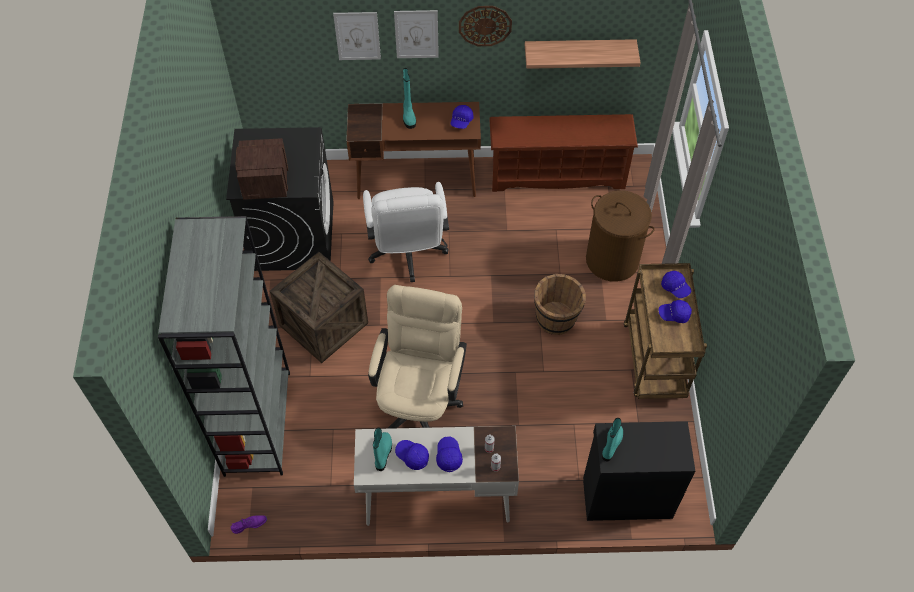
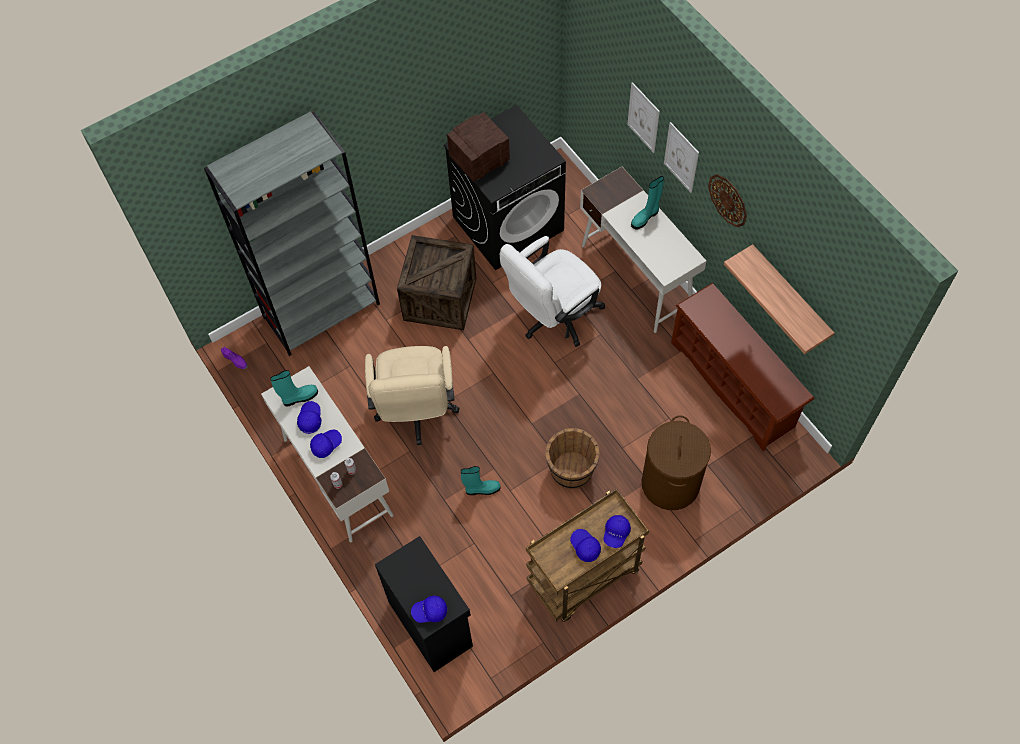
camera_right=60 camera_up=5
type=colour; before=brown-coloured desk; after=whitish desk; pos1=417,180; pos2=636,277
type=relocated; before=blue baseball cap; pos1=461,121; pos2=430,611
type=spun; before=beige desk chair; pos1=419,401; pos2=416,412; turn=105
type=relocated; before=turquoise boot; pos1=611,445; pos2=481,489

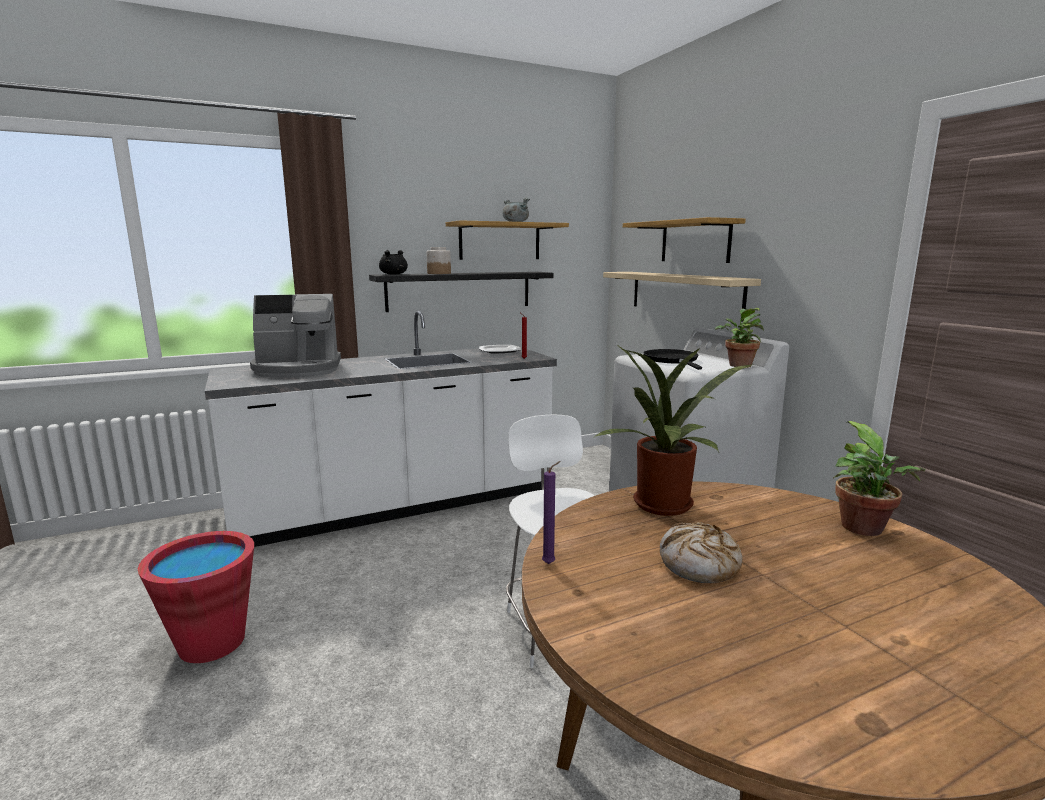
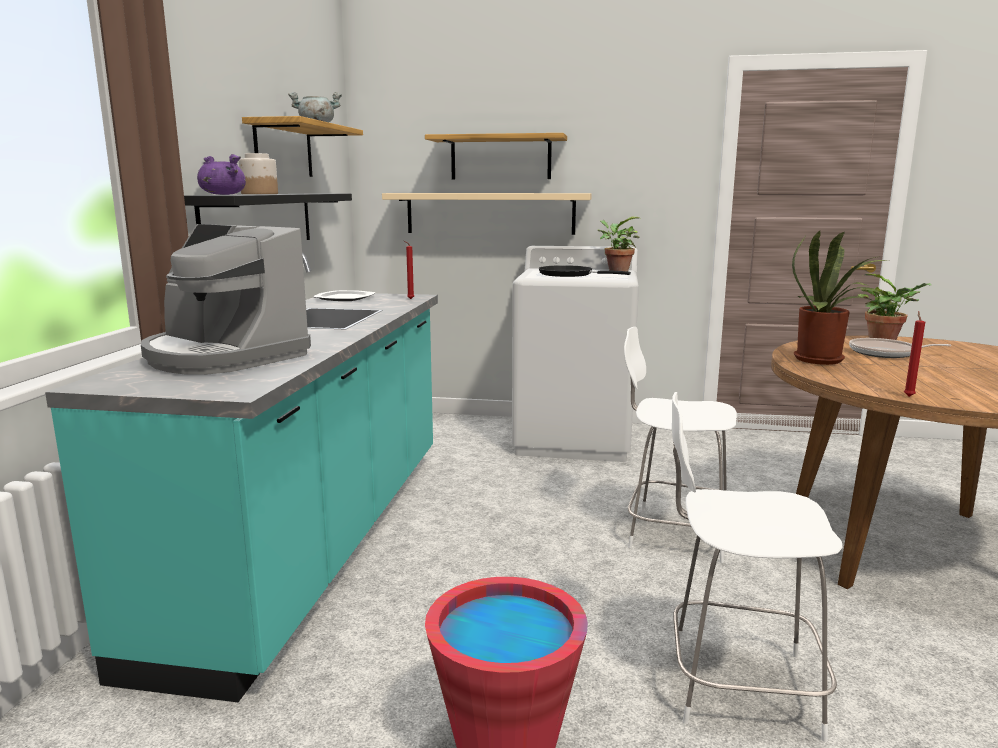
camera_right=-55 camera_up=0
type=colour; before=black stockpot; after=purplish stockpot; pos1=393,274; pos2=222,194
type=spun; before=coffee brewer; pos1=298,369; pos2=223,356; turn=105
type=colour; before=whitish counter; after=turquoise counter; pos1=399,506; pos2=318,542
type=colour; before=purplish wax light; after=red-coloured wax light; pos1=550,563; pos2=908,396
type=missing; before=baked bread; pos1=699,564
type=appeared; after=skillet; pos2=886,353
type=appeared; after=whitish plain chair; pos2=736,685

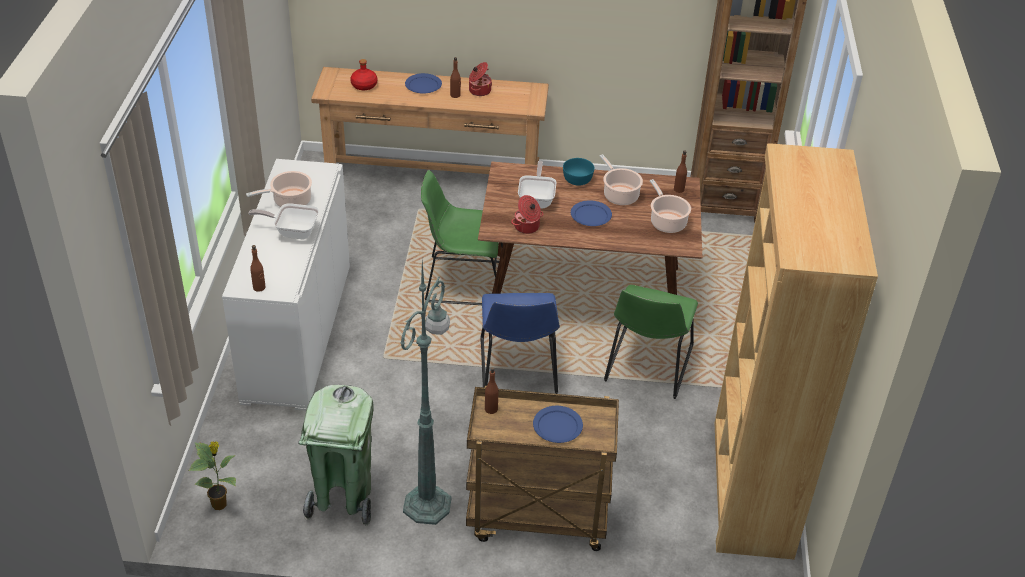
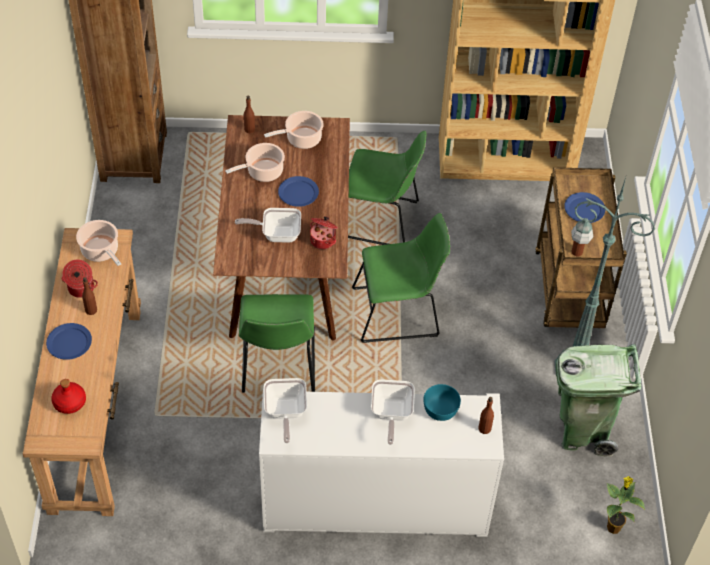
camera_right=-95 camera_up=10
type=relocated; before=turquoise serving bowl; pos1=577,180; pos2=441,409
type=relocated; before=stockpot; pos1=289,201; pos2=101,251
type=colour; before=blue plain chair; after=greenish plain chair; pos1=518,370; pos2=399,312
type=appeared; after=skillet; pos2=285,413

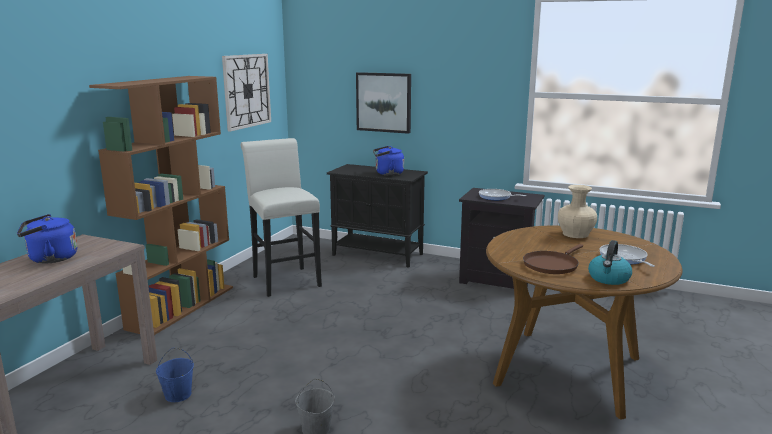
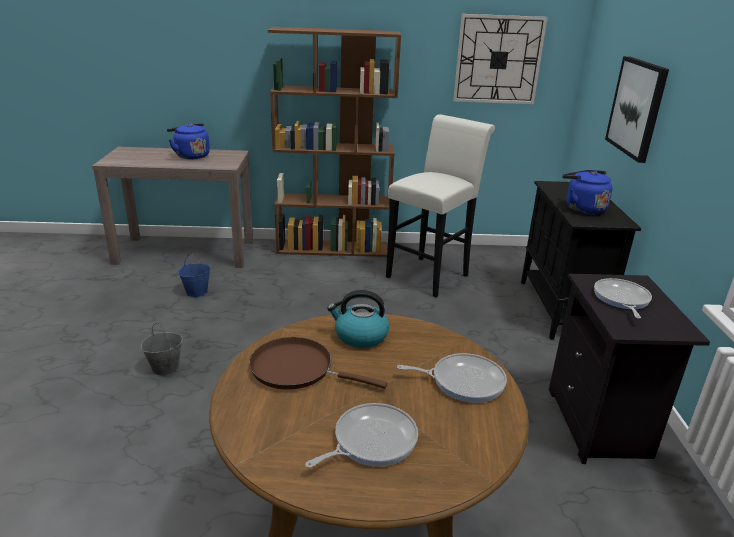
camera_right=65 camera_up=10
type=exchanged; before=beige vase; after=skillet; pos1=575,234; pos2=463,381
type=relocated; before=tea kettle; pos1=609,279; pos2=360,336

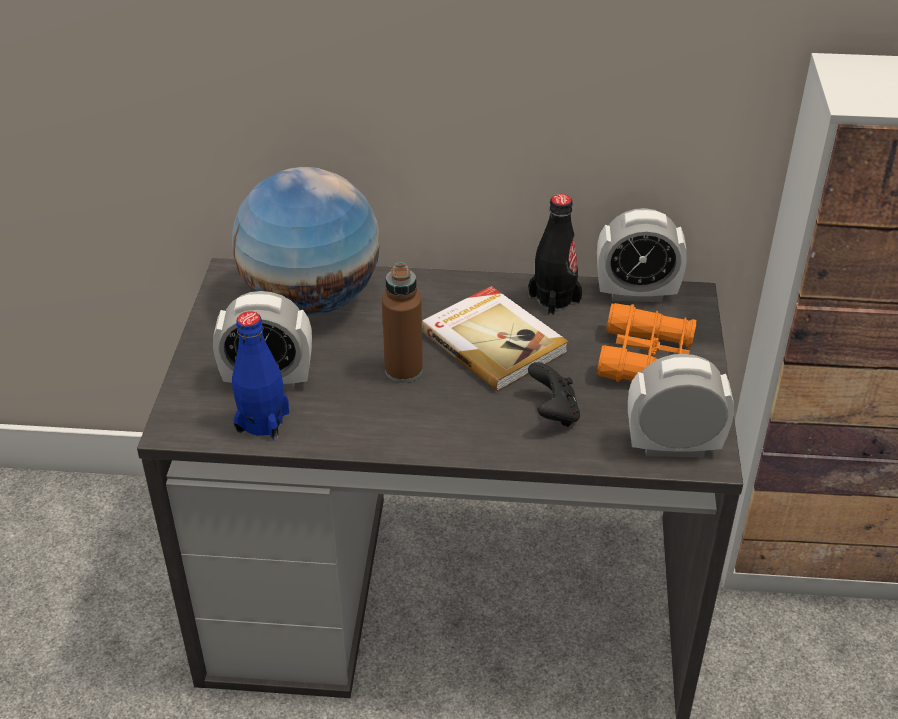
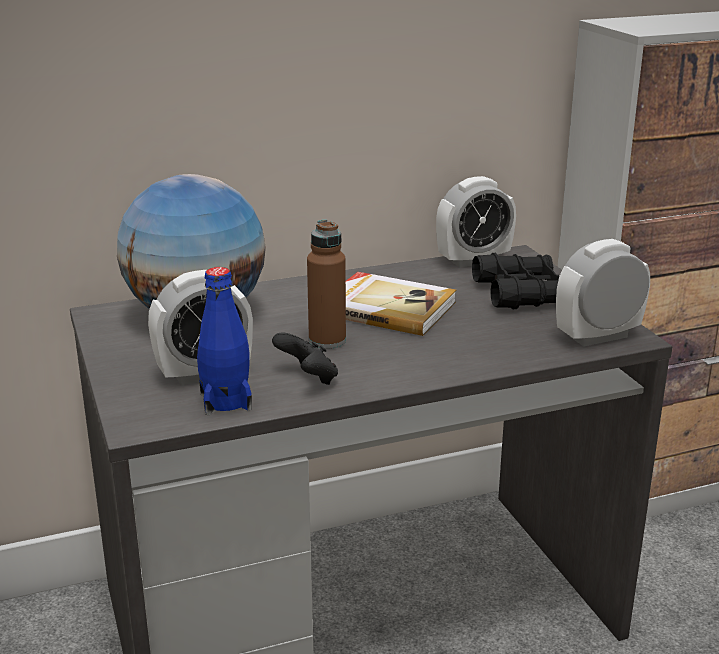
camera_right=-25 camera_up=-15
type=missing; before=black drink bottle; pos1=554,299
type=colour; before=orangey pair of binoculars; after=black pair of binoculars; pos1=646,359; pos2=522,294
type=relocated; before=black game controller; pos1=553,413; pos2=308,379

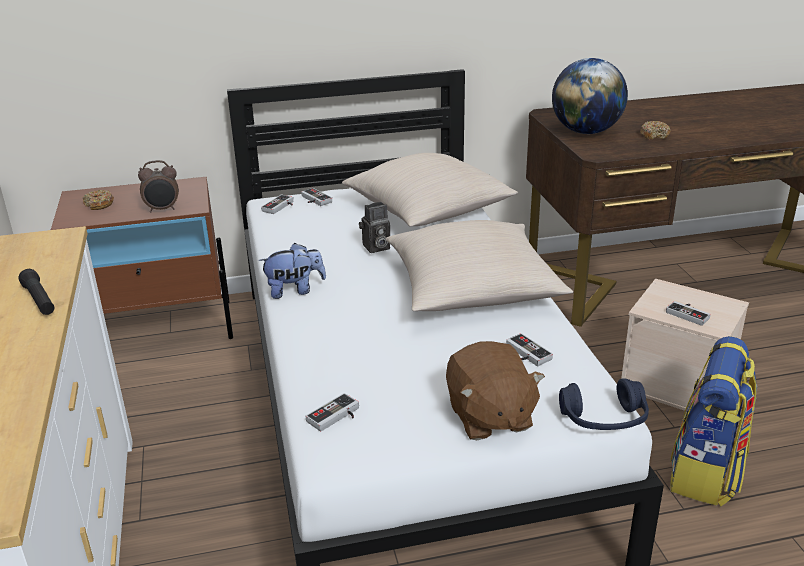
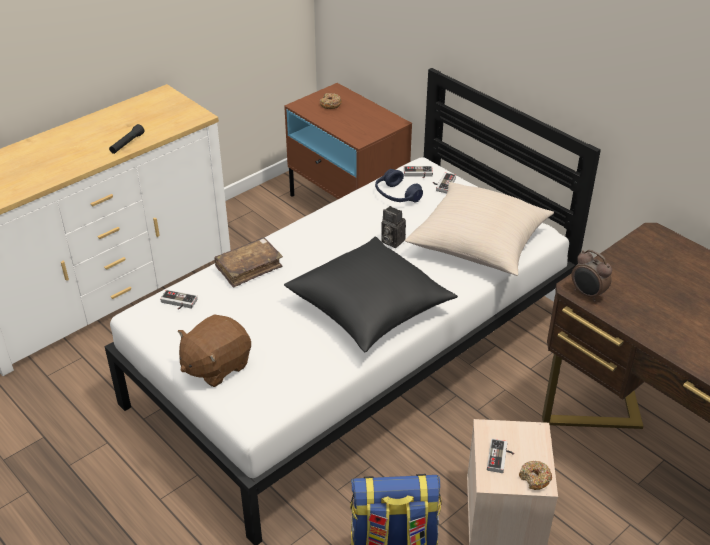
camera_right=60 camera_up=10
type=missing; before=desk globe; pos1=586,132
type=relocated; before=ring doughnut; pos1=654,135; pos2=535,478
type=relocated; before=bedside clock; pos1=163,209; pos2=587,294
type=colour; before=beige cushion; after=black cushion; pos1=472,289; pos2=369,308
type=missing; before=soft toy; pos1=295,290
type=missing; before=game controller; pos1=525,354
type=relocated; before=blue pair of headphones; pos1=604,419; pos2=396,195
type=appeared; after=brown-coloured bound book; pos2=249,267

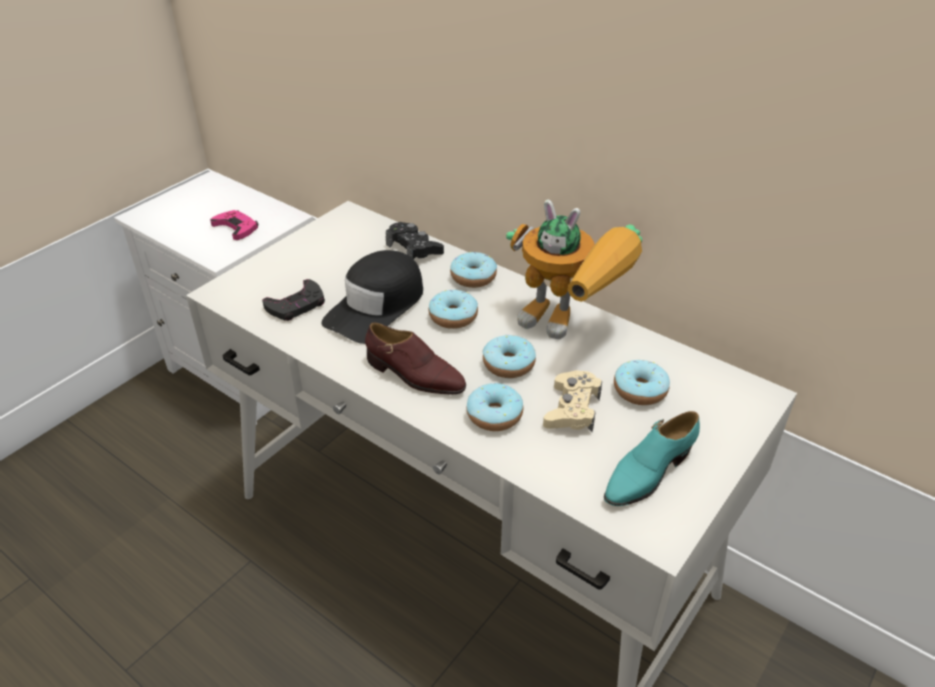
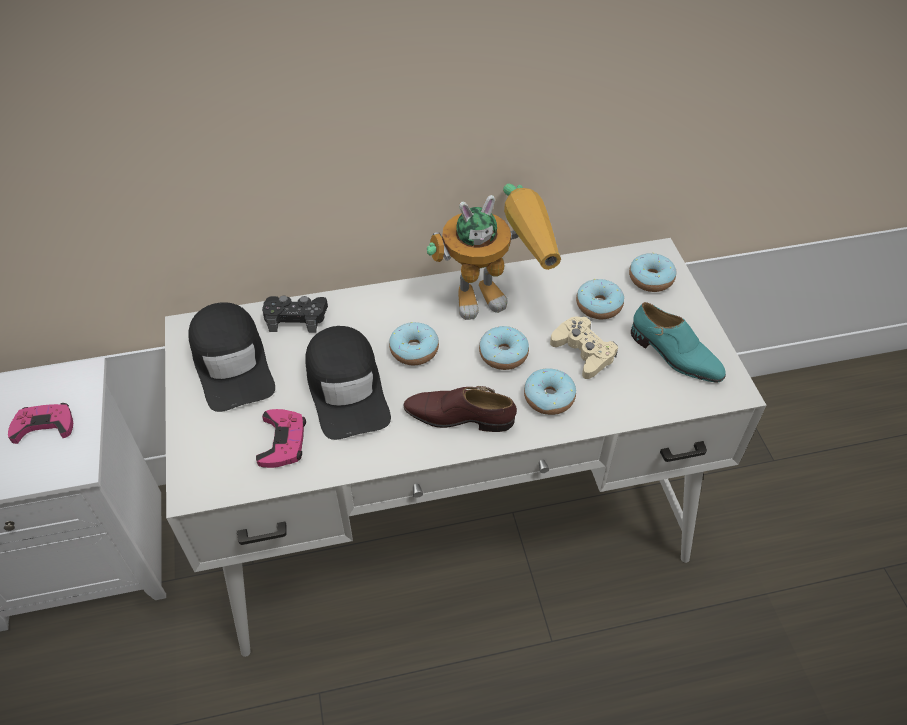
camera_right=-50 camera_up=10
type=relocated; before=ring doughnut; pos1=473,277; pos2=650,279
type=colour; before=black game controller; after=pinkish game controller; pos1=296,305; pos2=283,441
type=spun; before=brown-coloured item of footwear; pos1=414,375; pos2=459,416; turn=-150
type=spun; before=turquoise item of footwear; pos1=648,472; pos2=675,356; turn=-45
type=appeared; after=black baseball cap; pos2=232,363

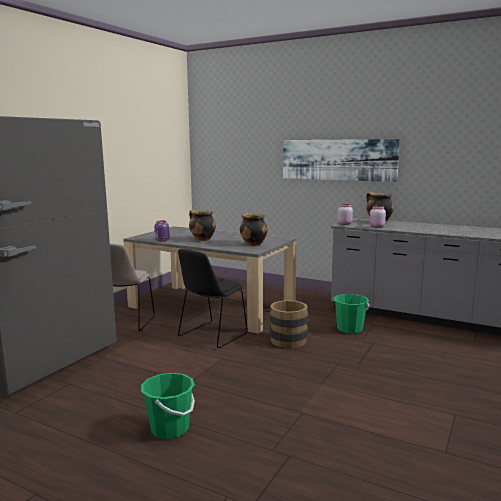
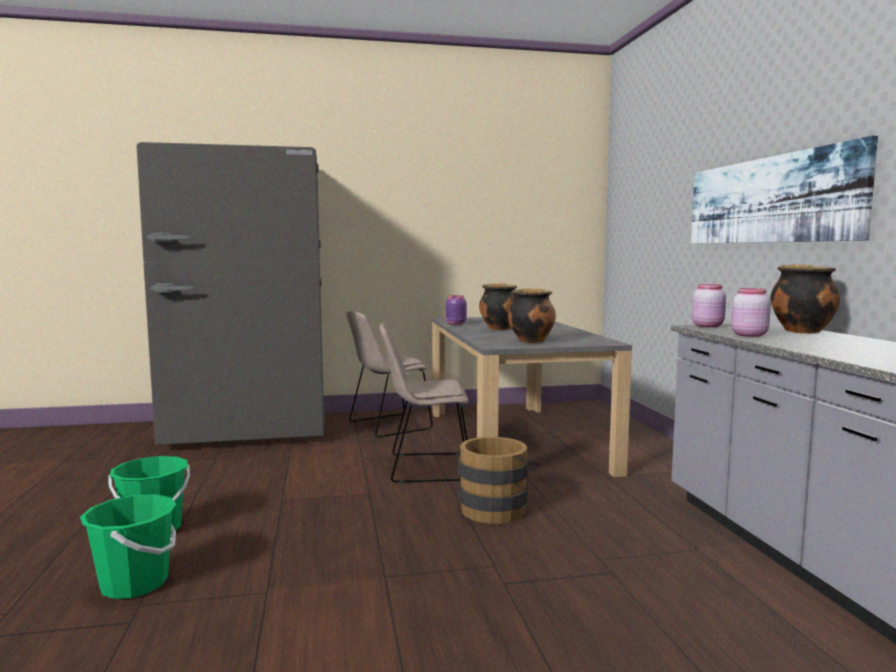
camera_right=50 camera_up=-5
type=colour; before=black plain chair; after=beige plain chair; pos1=211,336; pos2=426,468
type=relocated; before=greenish bucket; pos1=349,329; pos2=134,584

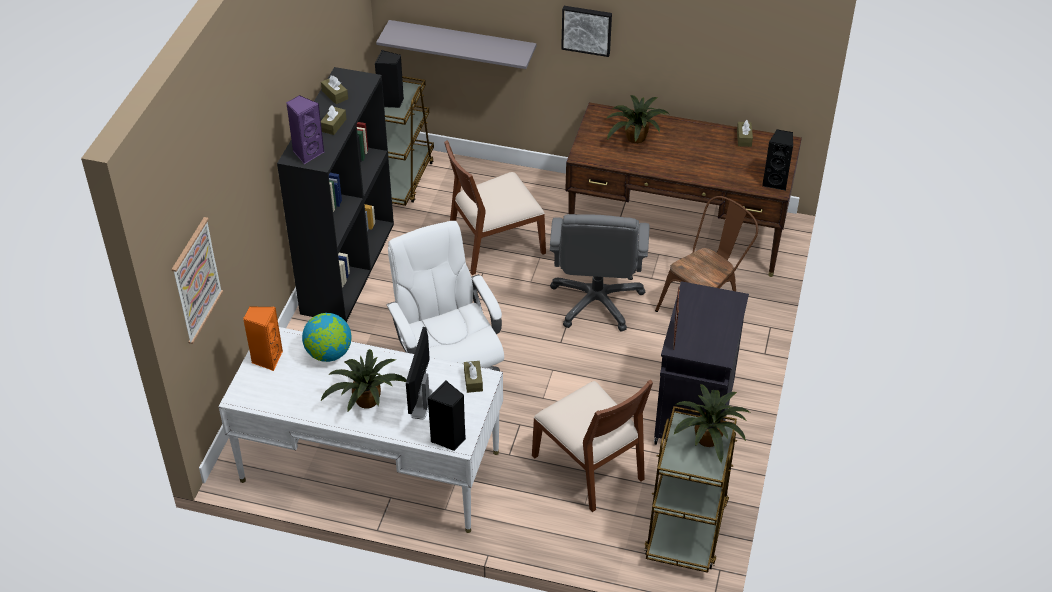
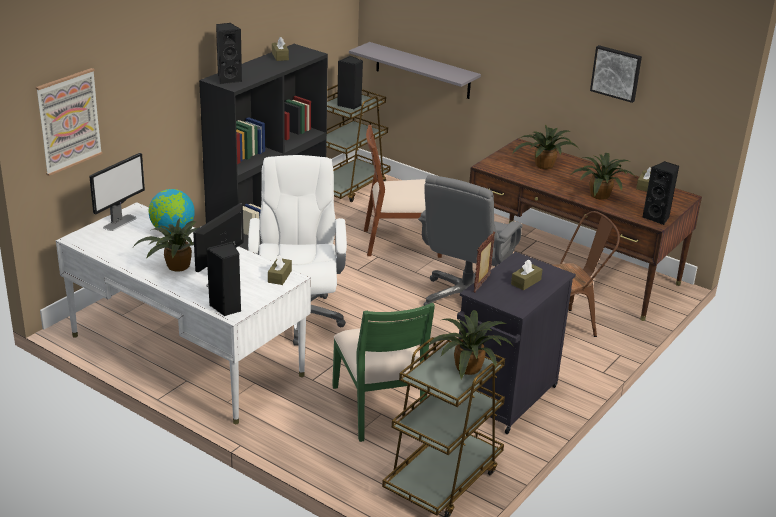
camera_right=20 camera_up=-15
type=relocated; before=wall art; pos1=587,29; pos2=616,73
type=colour; before=purplish speaker; after=black speaker; pos1=307,153; pos2=228,79
type=relocated; before=brown-coloured tissue box; pos1=333,125; pos2=526,282
type=exchanged; before=orangey speaker; after=computer display; pos1=267,359; pos2=120,222
type=colour; before=brown-coloured plain chair; after=greenish plain chair; pos1=590,467; pos2=380,408
type=appeared; after=plant in a pot; pos2=600,196

